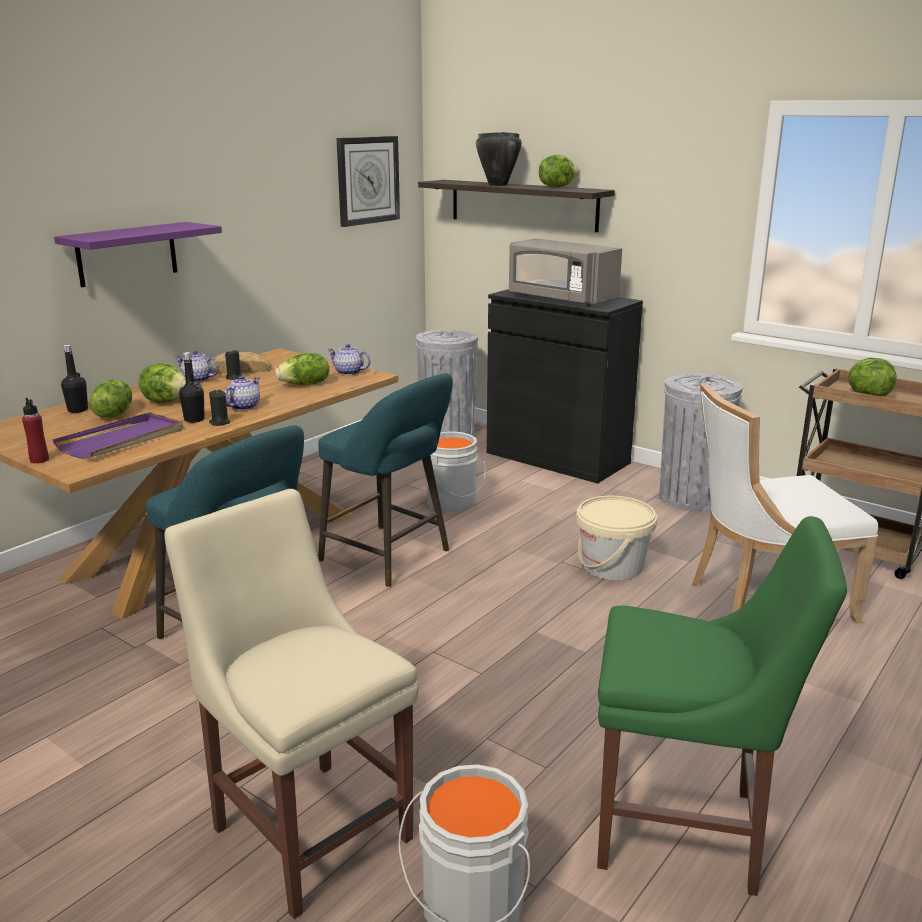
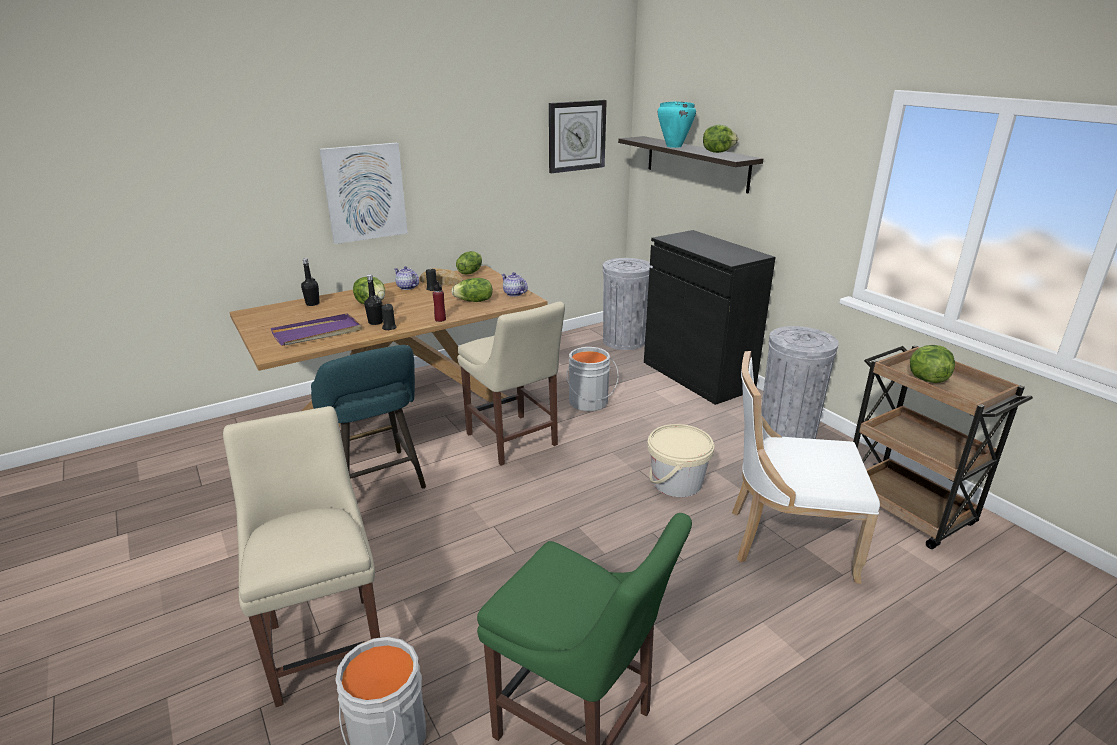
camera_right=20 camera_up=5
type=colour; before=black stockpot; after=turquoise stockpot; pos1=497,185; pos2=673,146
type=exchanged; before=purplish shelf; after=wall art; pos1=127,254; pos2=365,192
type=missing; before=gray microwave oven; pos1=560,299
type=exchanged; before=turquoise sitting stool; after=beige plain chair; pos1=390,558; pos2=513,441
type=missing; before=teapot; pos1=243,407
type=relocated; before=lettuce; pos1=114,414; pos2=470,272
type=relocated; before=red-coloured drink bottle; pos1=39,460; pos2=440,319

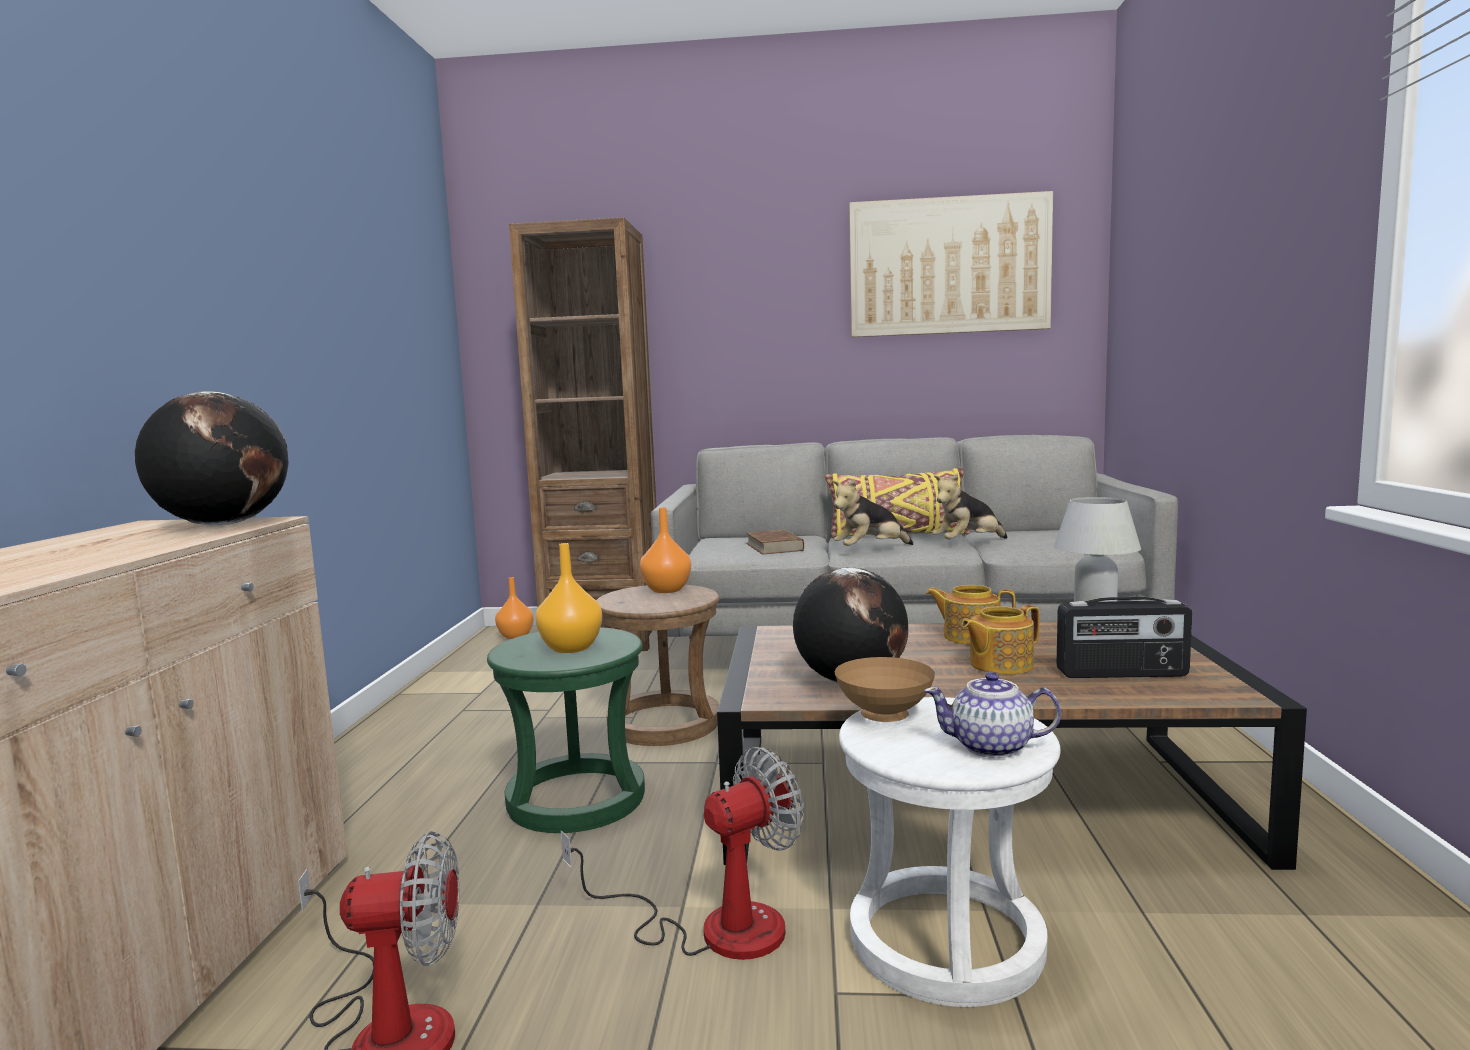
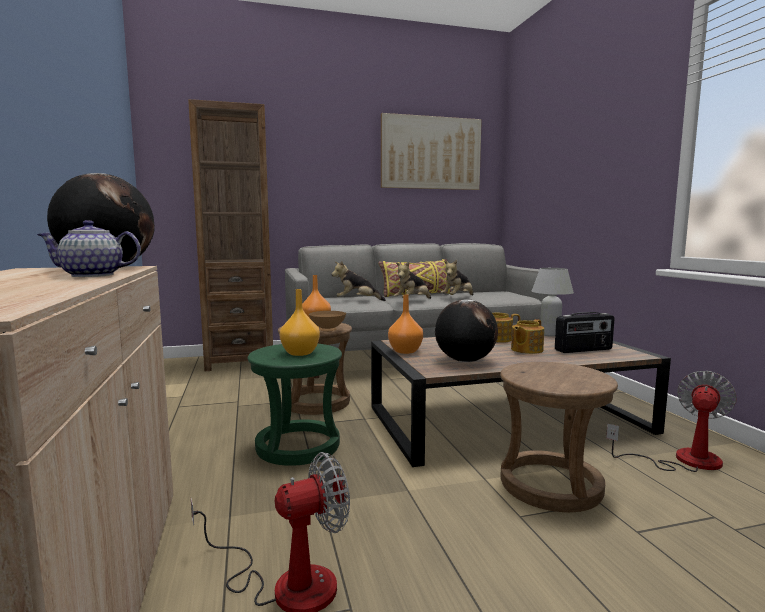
camera_right=-20 camera_up=0
type=exchanged; before=brown-coloured bound book; after=soft toy; pos1=774,547; pos2=357,301
type=relocated; before=orangey vase; pos1=516,636; pos2=406,351
type=relocated; before=brown-coloured serving bowl; pos1=883,716; pos2=327,331
type=relocated; before=teapot; pos1=992,747; pos2=93,275
type=colour; before=whitish sitting stool; after=brown-coloured sitting stool; pos1=947,941; pos2=551,484
type=relocated; before=fan; pos1=713,927; pos2=683,460

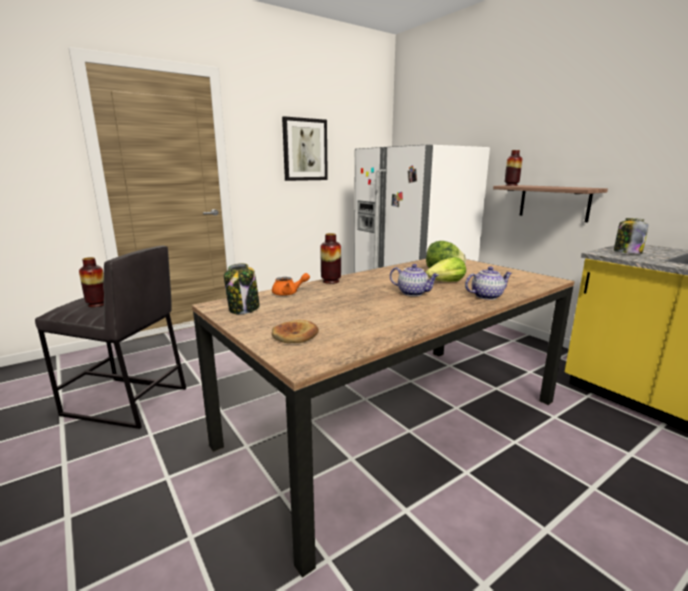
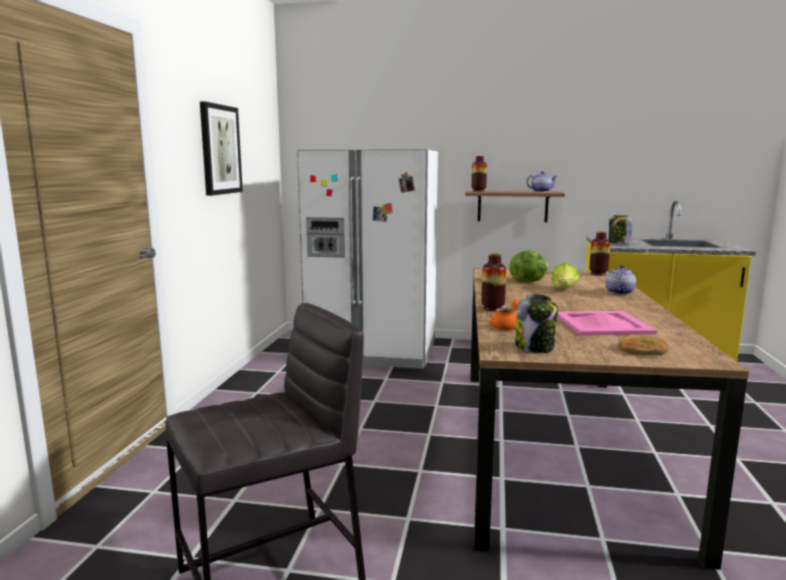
camera_right=-45 camera_up=-5
type=relocated; before=vase; pos1=97,304; pos2=598,274
type=relocated; before=teapot; pos1=413,293; pos2=541,191
type=appeared; after=pinkish serving tray; pos2=603,324

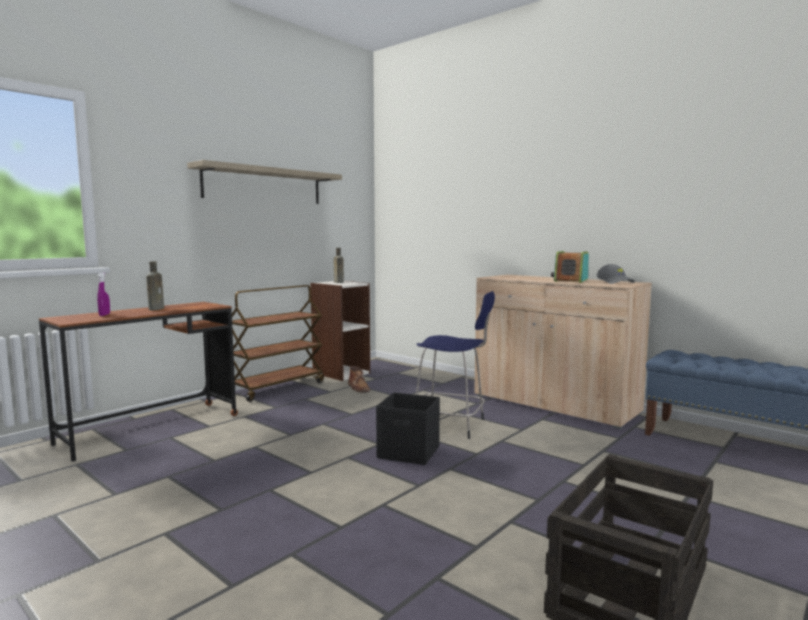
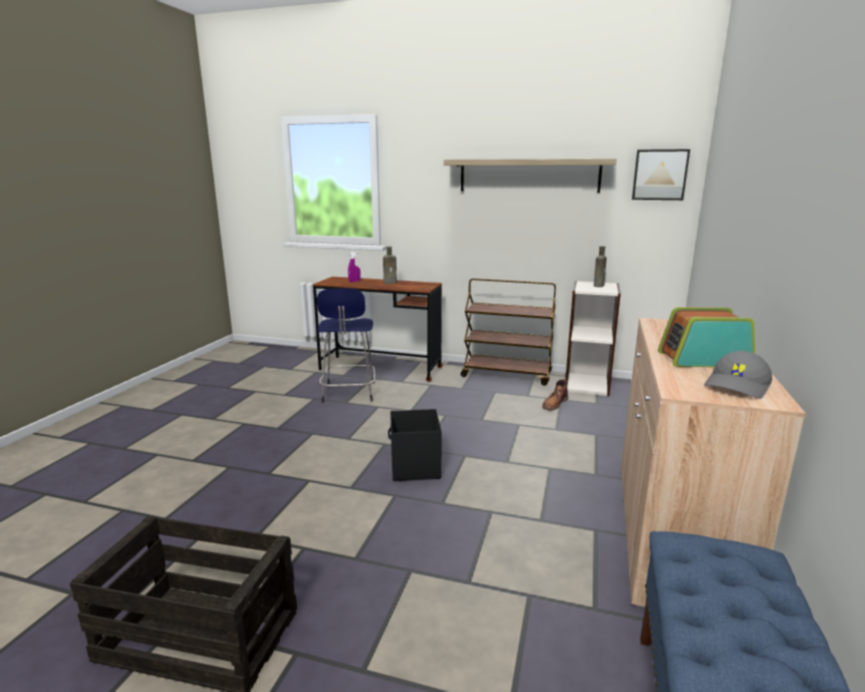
camera_right=65 camera_up=10
type=relocated; before=blue sitting stool; pos1=451,425; pos2=348,393
type=appeared; after=wall art; pos2=659,175

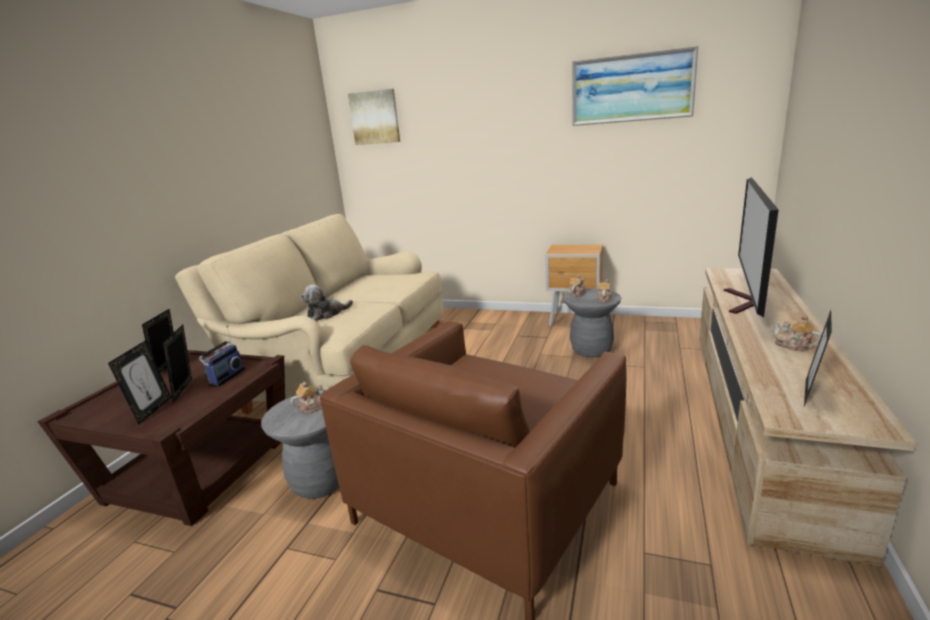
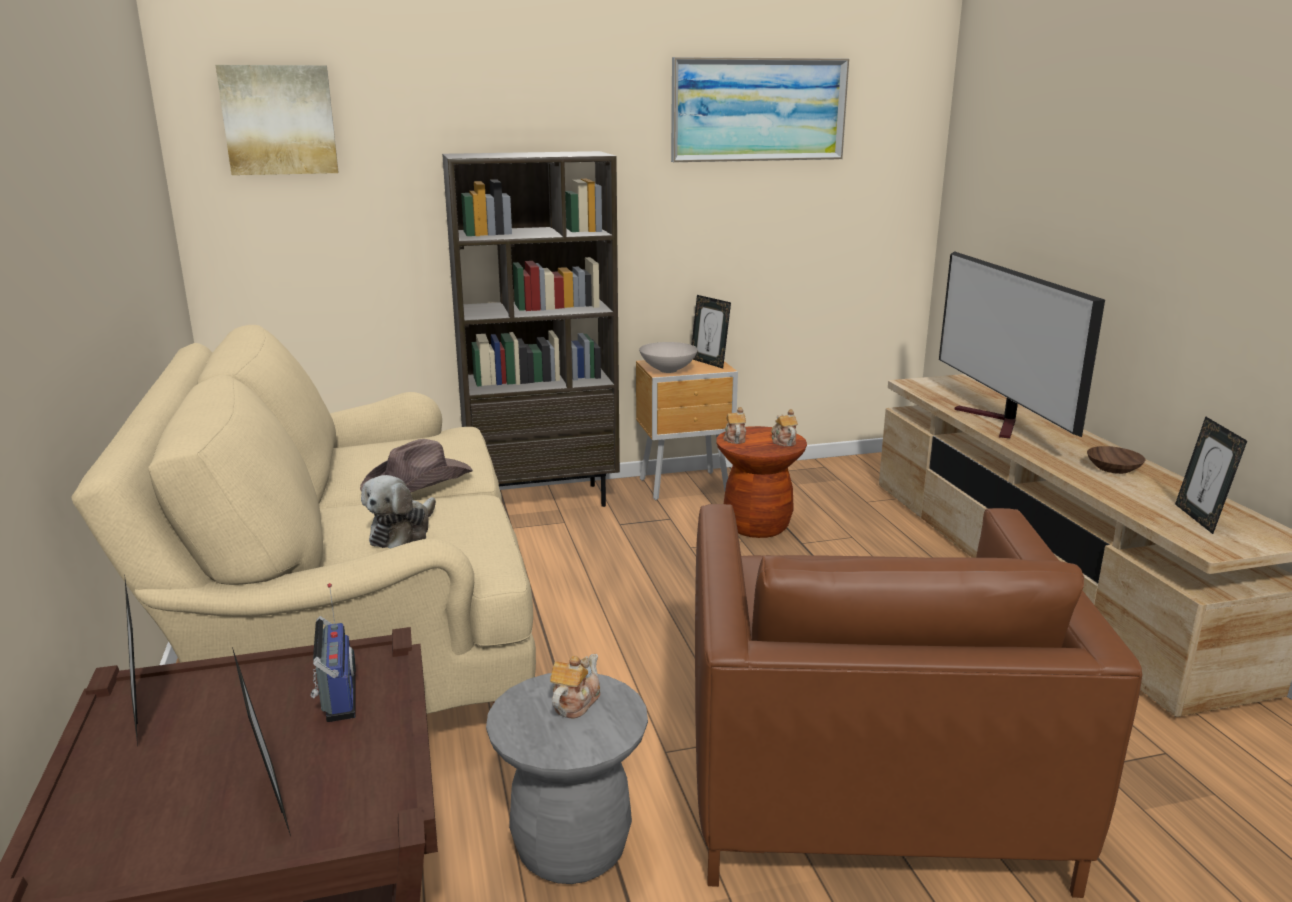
camera_right=-35 camera_up=0
type=colour; before=gray sitting stool; after=brown-coloured sitting stool; pos1=591,350; pos2=757,526
type=exchanged; before=teapot; after=brown-coloured serving bowl; pos1=793,346; pos2=1114,468
type=relocated; before=photo frame; pos1=186,389; pos2=709,362
type=appeared; after=brown-coloured bookcase; pos2=543,500
type=appeared; after=whitish serving bowl; pos2=667,370
type=appeared; after=brown-coloured wearable hat; pos2=419,481

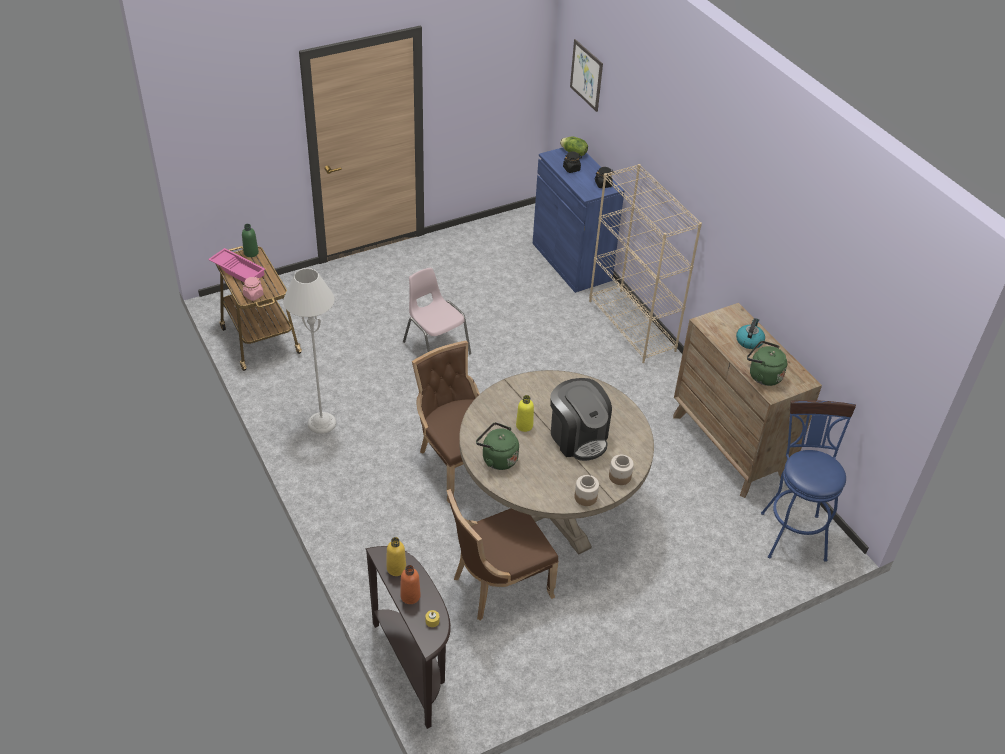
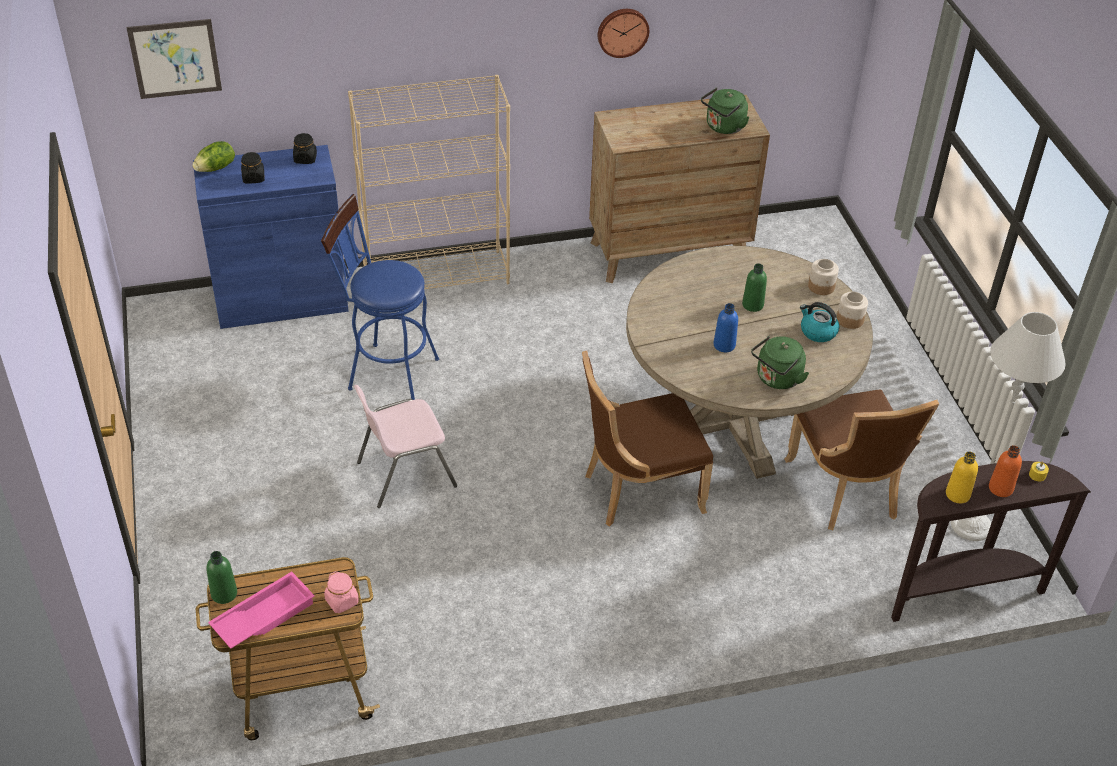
camera_right=-75 camera_up=0
type=relocated; before=gray standard lamp; pos1=322,423; pos2=971,525
type=relocated; before=tea kettle; pos1=749,341; pos2=817,332
type=exchanged; before=coffee brewer; after=greenish drink bottle; pos1=578,437; pos2=752,305
type=colour; before=yellow drink bottle; after=blue drink bottle; pos1=524,425; pos2=724,345
type=relocated; before=blue sitting stool; pos1=792,530; pos2=386,372
type=appeared; after=wall clock; pos2=622,31

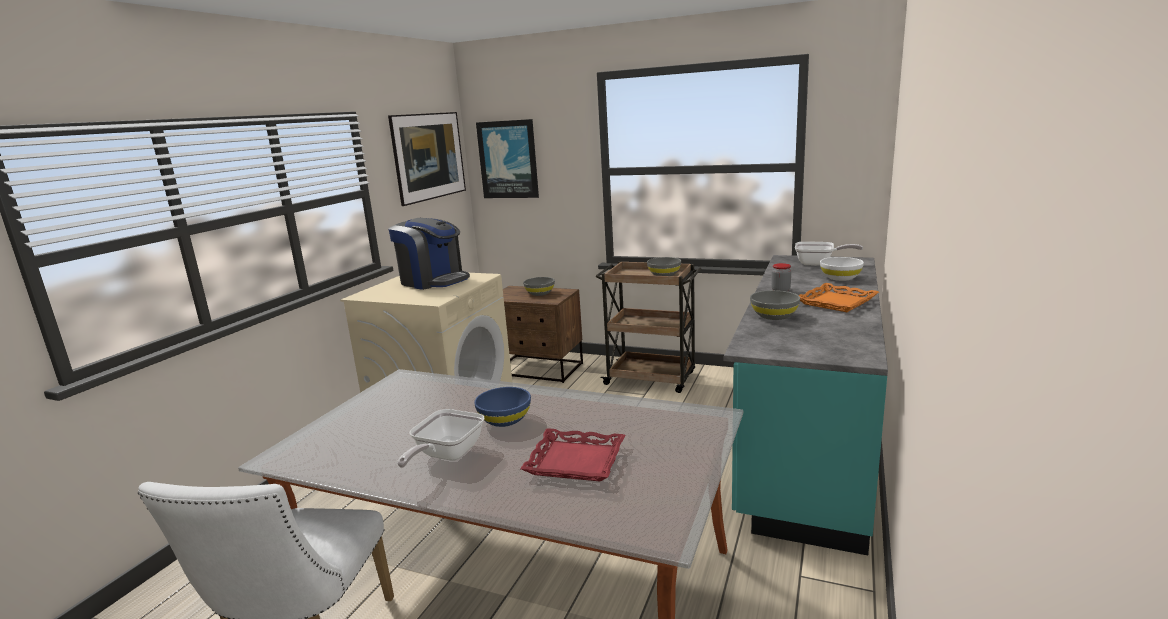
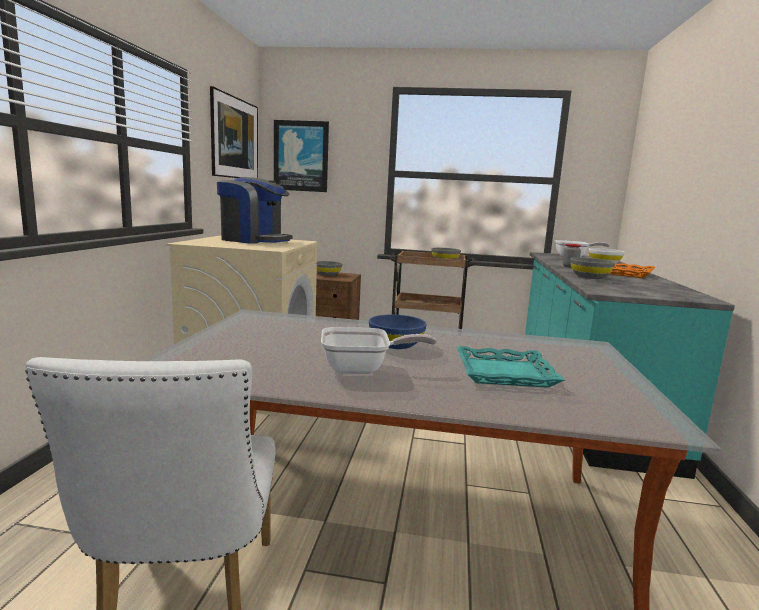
camera_right=-15 camera_up=-5
type=spun; before=skillet; pos1=446,456; pos2=362,369; turn=-105
type=colour; before=red-coloured serving tray; after=turquoise serving tray; pos1=576,461; pos2=505,373

